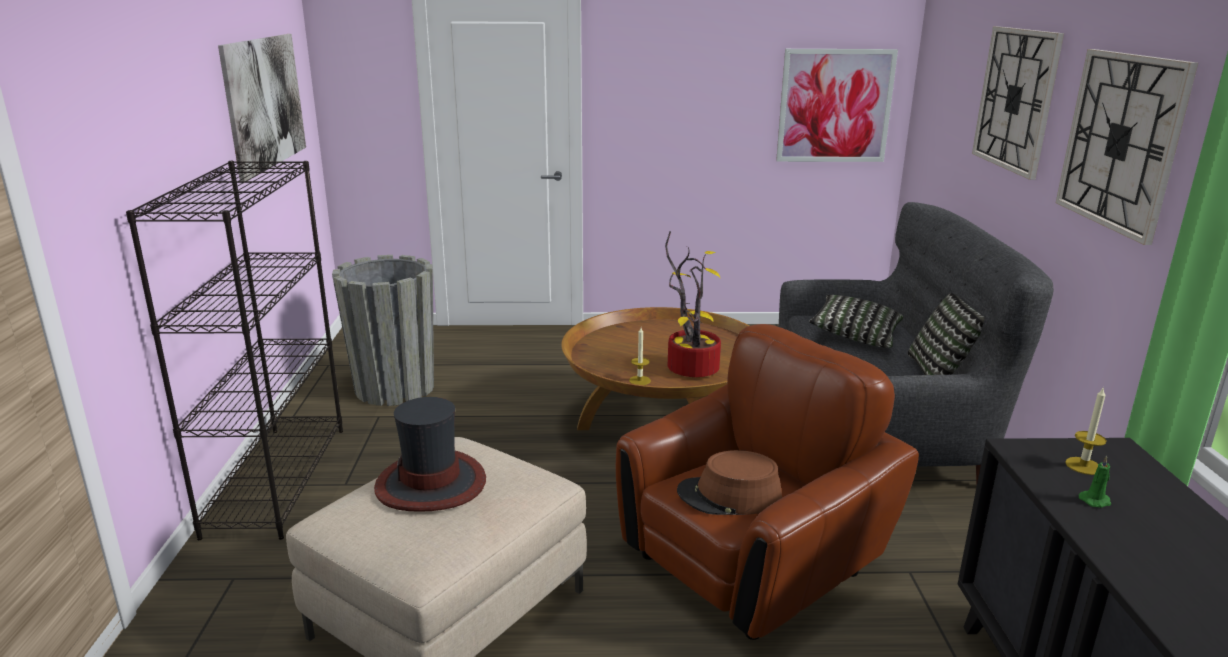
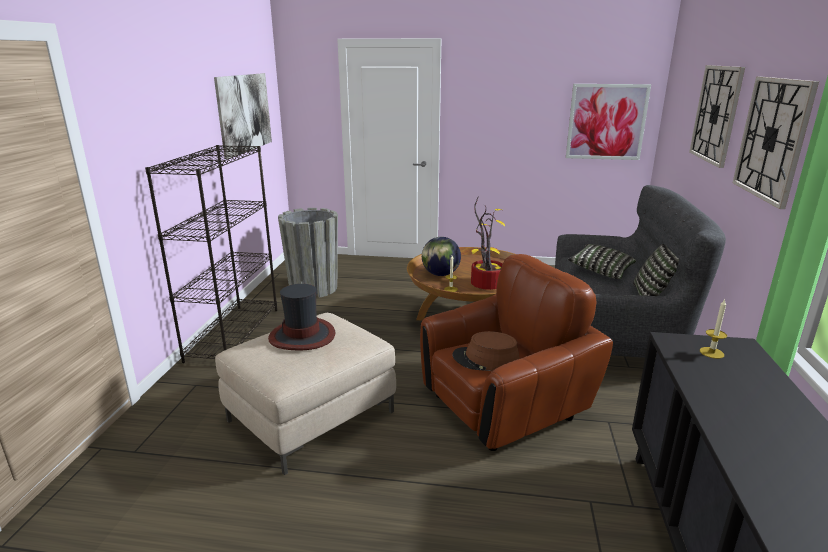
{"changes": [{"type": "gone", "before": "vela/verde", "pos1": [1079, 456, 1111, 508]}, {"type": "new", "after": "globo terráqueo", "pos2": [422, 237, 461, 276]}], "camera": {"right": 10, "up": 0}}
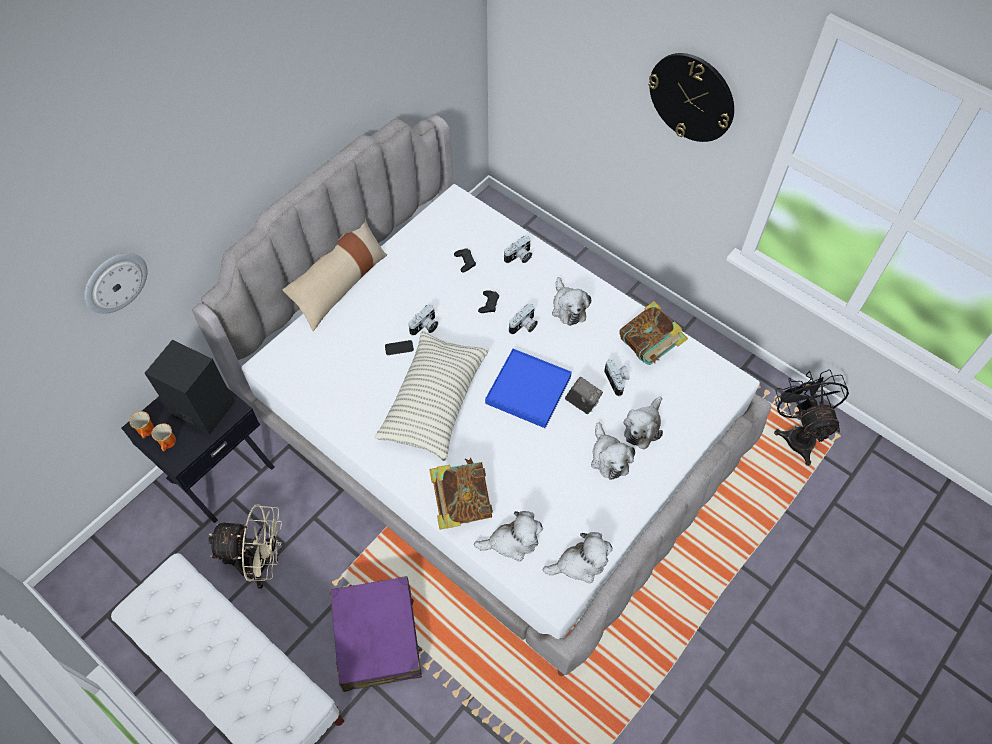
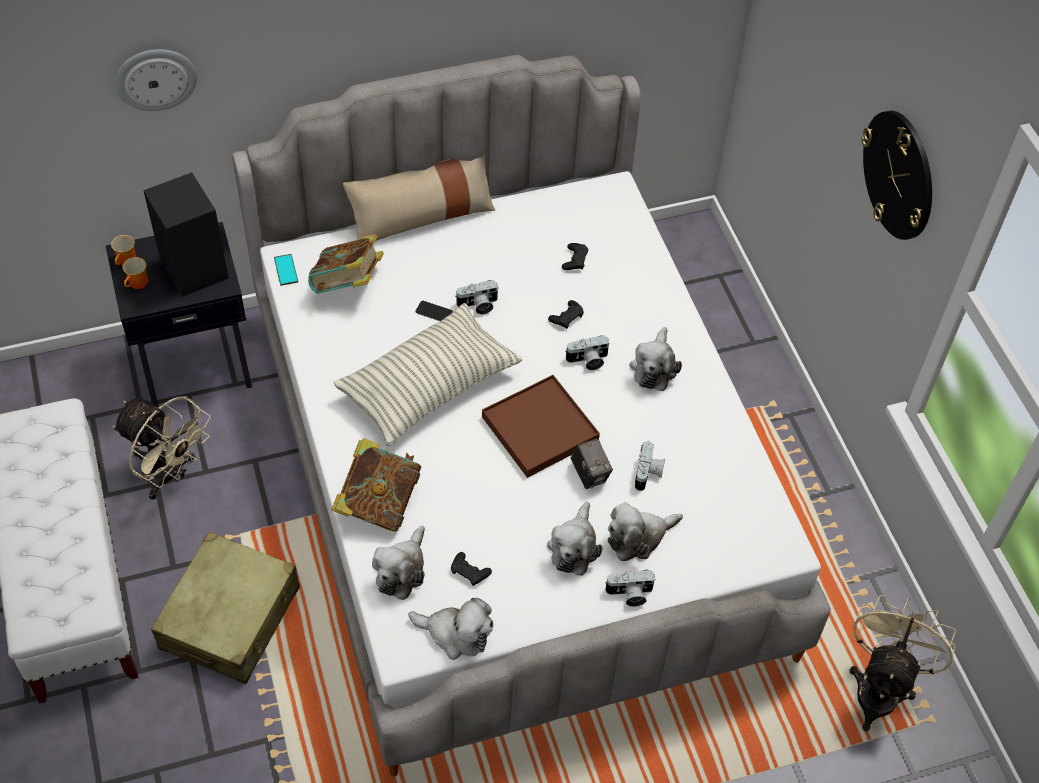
{"changes": [{"type": "repainted", "before": "maleta/morado", "after": "maleta/beis", "pos1": [330, 576, 422, 692], "pos2": [151, 532, 300, 684]}, {"type": "rotated", "before": "peluche", "pos1": [474, 511, 543, 561], "pos2": [372, 526, 425, 600], "turn": 90}, {"type": "repainted", "before": "bandeja/azul", "after": "bandeja/marrón", "pos1": [485, 349, 572, 428], "pos2": [482, 375, 600, 478]}, {"type": "shifted", "before": "cámara", "pos1": [504, 236, 532, 263], "pos2": [605, 570, 656, 607]}, {"type": "shifted", "before": "libro", "pos1": [620, 301, 688, 365], "pos2": [308, 234, 384, 293]}, {"type": "repainted", "before": "ventilador/negro", "after": "ventilador/beis", "pos1": [774, 369, 849, 466], "pos2": [849, 595, 956, 732]}, {"type": "new", "after": "móvil", "pos2": [274, 254, 298, 286]}, {"type": "new", "after": "mando de consola/negro", "pos2": [451, 552, 492, 586]}], "camera": {"right": 30, "up": -5}}
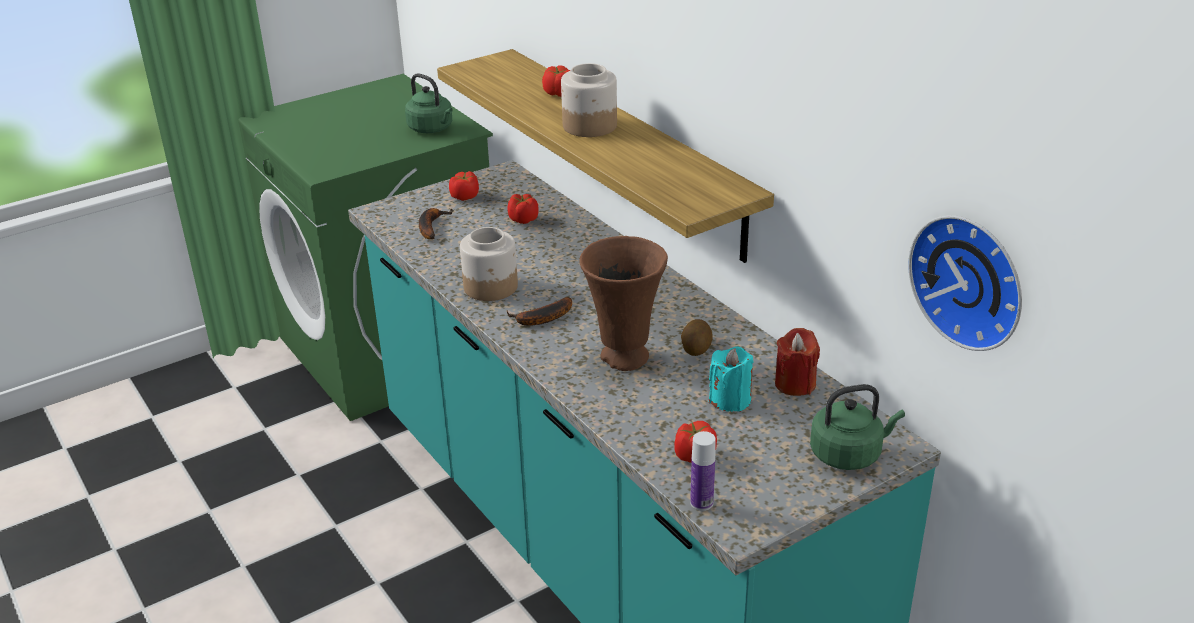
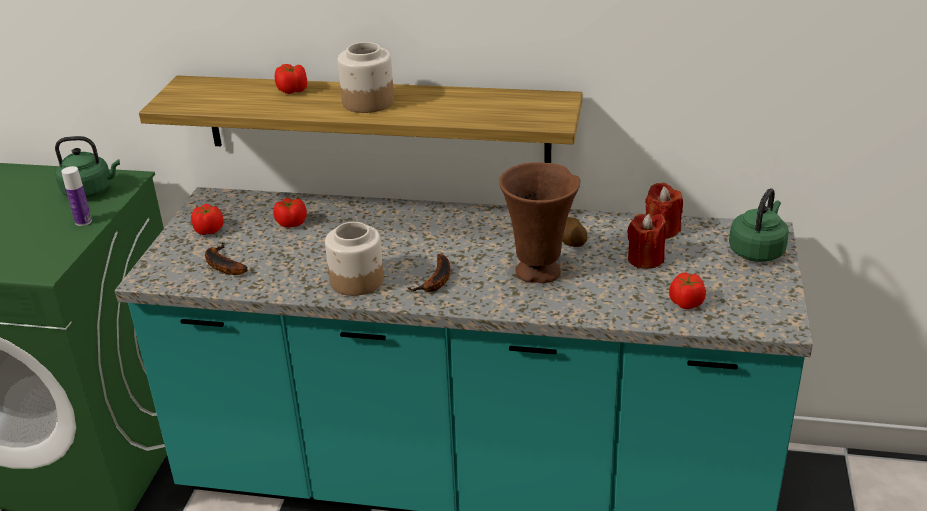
{"changes": [{"type": "shifted", "before": "botella", "pos1": [690, 431, 716, 511], "pos2": [61, 166, 92, 226]}, {"type": "repainted", "before": "vela/turquesa", "after": "vela/rojo", "pos1": [709, 346, 754, 412], "pos2": [627, 214, 666, 269]}, {"type": "gone", "before": "reloj de pared", "pos1": [909, 215, 1022, 351]}], "camera": {"right": -45, "up": 0}}
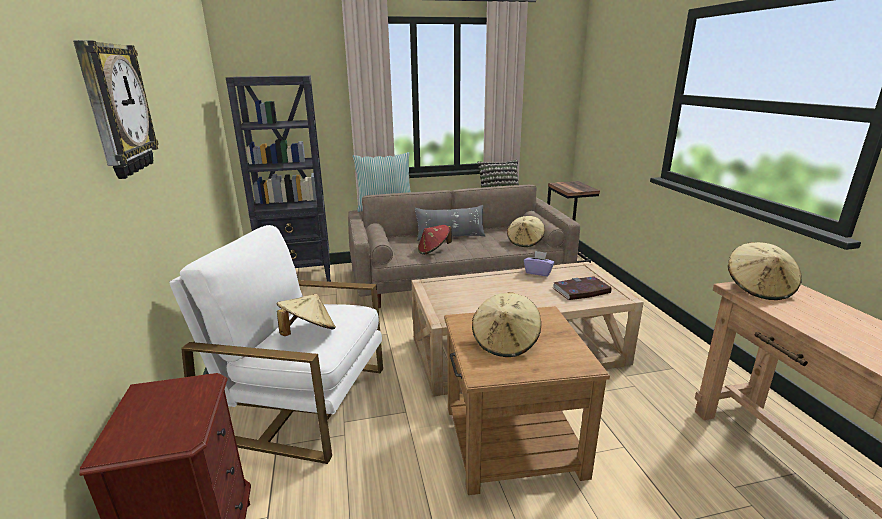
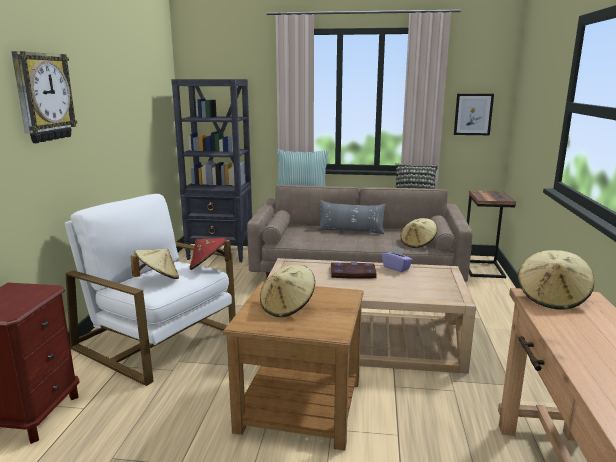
{"changes": [{"type": "shifted", "before": "sombrero/rojo", "pos1": [418, 225, 452, 255], "pos2": [189, 238, 231, 270]}, {"type": "shifted", "before": "libro", "pos1": [553, 276, 612, 300], "pos2": [329, 262, 377, 279]}, {"type": "new", "after": "cuadro", "pos2": [454, 94, 494, 135]}], "camera": {"right": 20, "up": -5}}
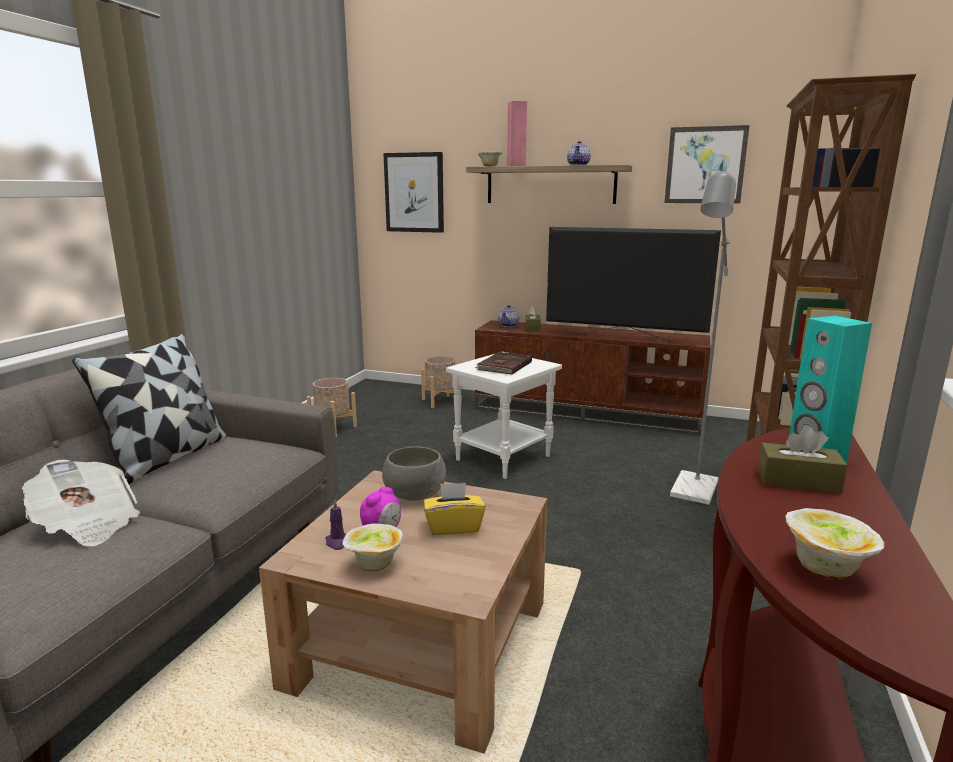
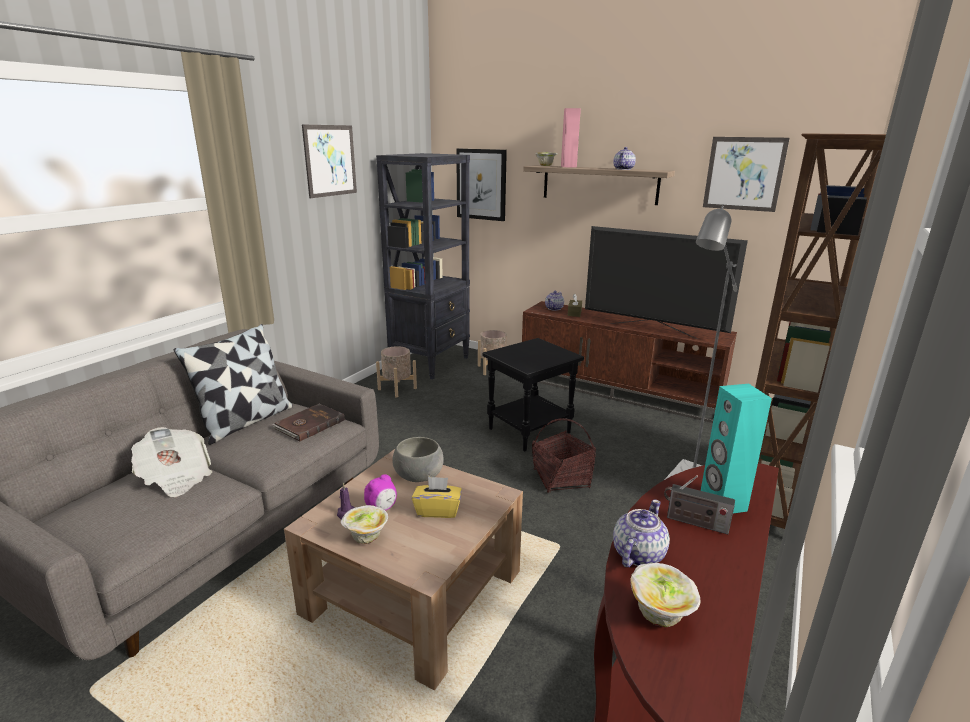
{"changes": [{"type": "repainted", "before": "mesa auxiliar/blanco", "after": "mesa auxiliar/negro", "pos1": [446, 352, 562, 479], "pos2": [483, 338, 584, 451]}, {"type": "shifted", "before": "libro/marrón", "pos1": [474, 352, 532, 375], "pos2": [272, 404, 345, 441]}, {"type": "swapped", "before": "caja de pañuelos/marrón", "after": "radio", "pos1": [758, 426, 847, 494], "pos2": [664, 475, 735, 535]}, {"type": "new", "after": "cuadro", "pos2": [302, 125, 357, 198]}, {"type": "new", "after": "estantería/negro", "pos2": [376, 153, 470, 380]}, {"type": "new", "after": "cesta", "pos2": [532, 418, 596, 493]}, {"type": "new", "after": "tetera", "pos2": [613, 500, 670, 567]}], "camera": {"right": 10, "up": 5}}
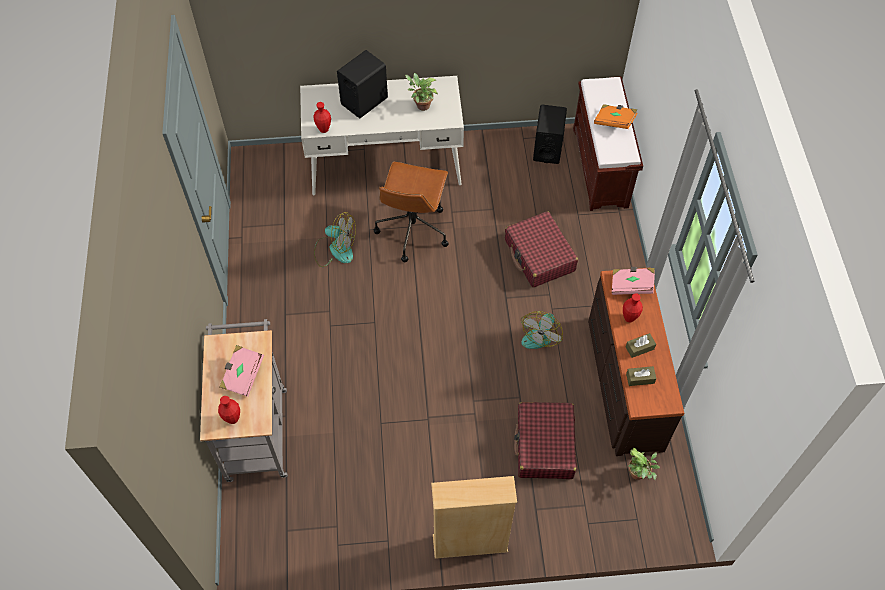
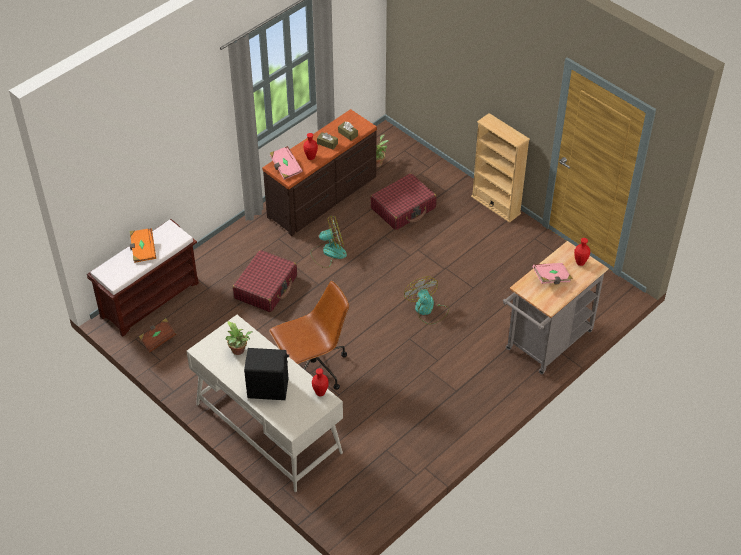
{"changes": [{"type": "shifted", "before": "ventilador", "pos1": [314, 212, 356, 267], "pos2": [404, 276, 449, 324]}, {"type": "swapped", "before": "altavoz/negro", "after": "libro/marrón", "pos1": [533, 105, 567, 164], "pos2": [139, 318, 176, 353]}], "camera": {"right": -130, "up": -10}}
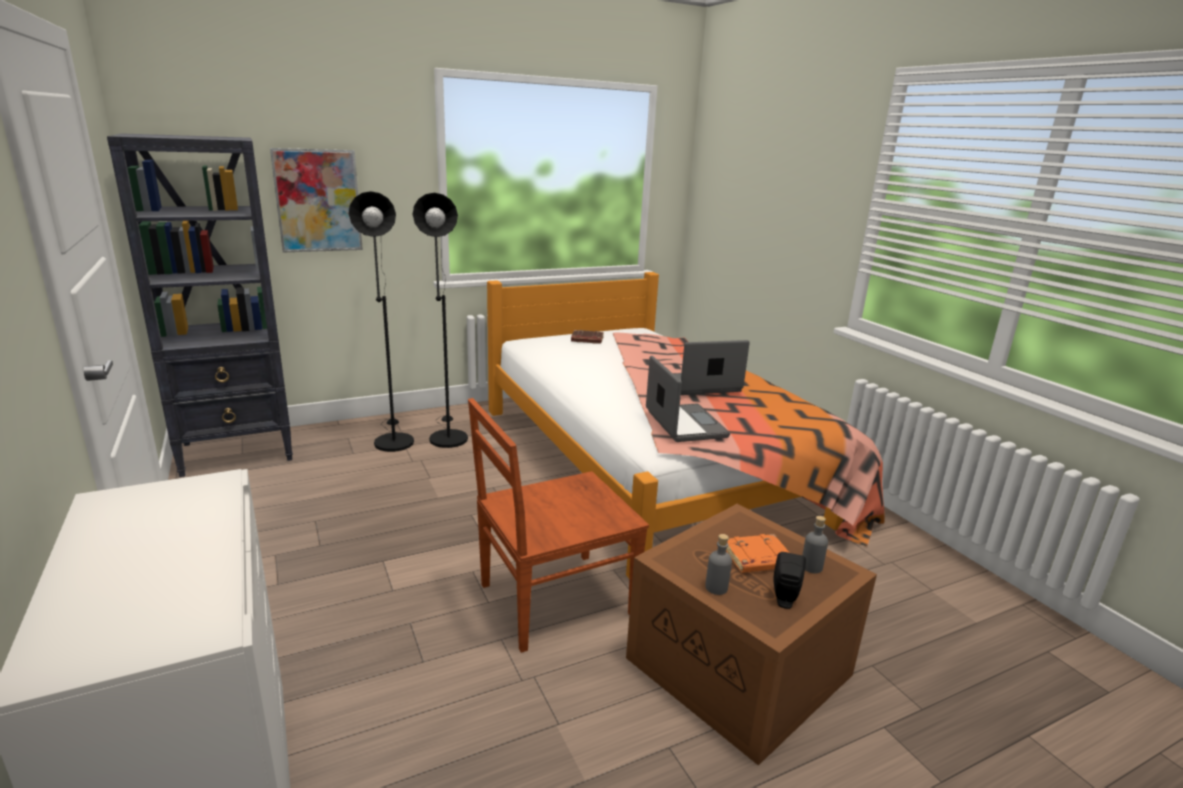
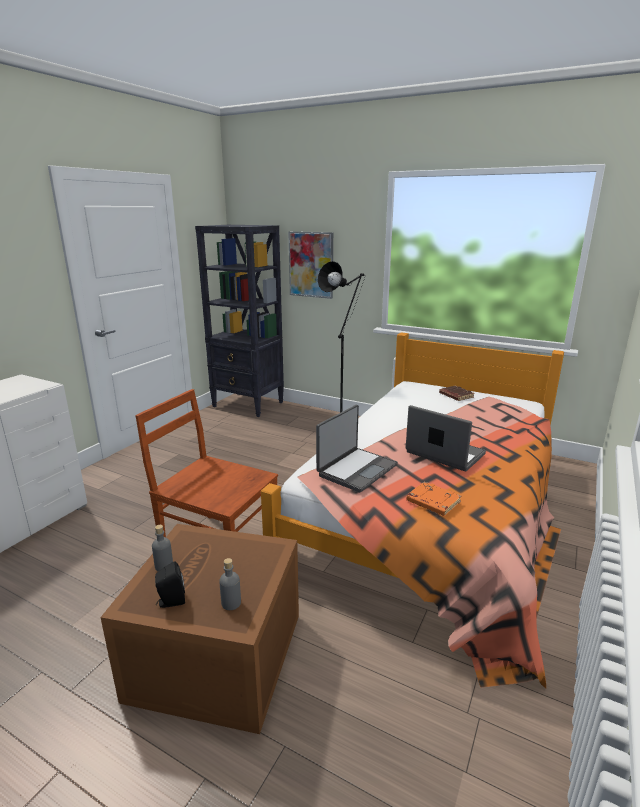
{"changes": [{"type": "gone", "before": "lámpara de pie/negro", "pos1": [349, 191, 414, 452]}, {"type": "shifted", "before": "libro/naranja", "pos1": [726, 534, 789, 573], "pos2": [406, 481, 462, 516]}], "camera": {"right": 55, "up": 0}}
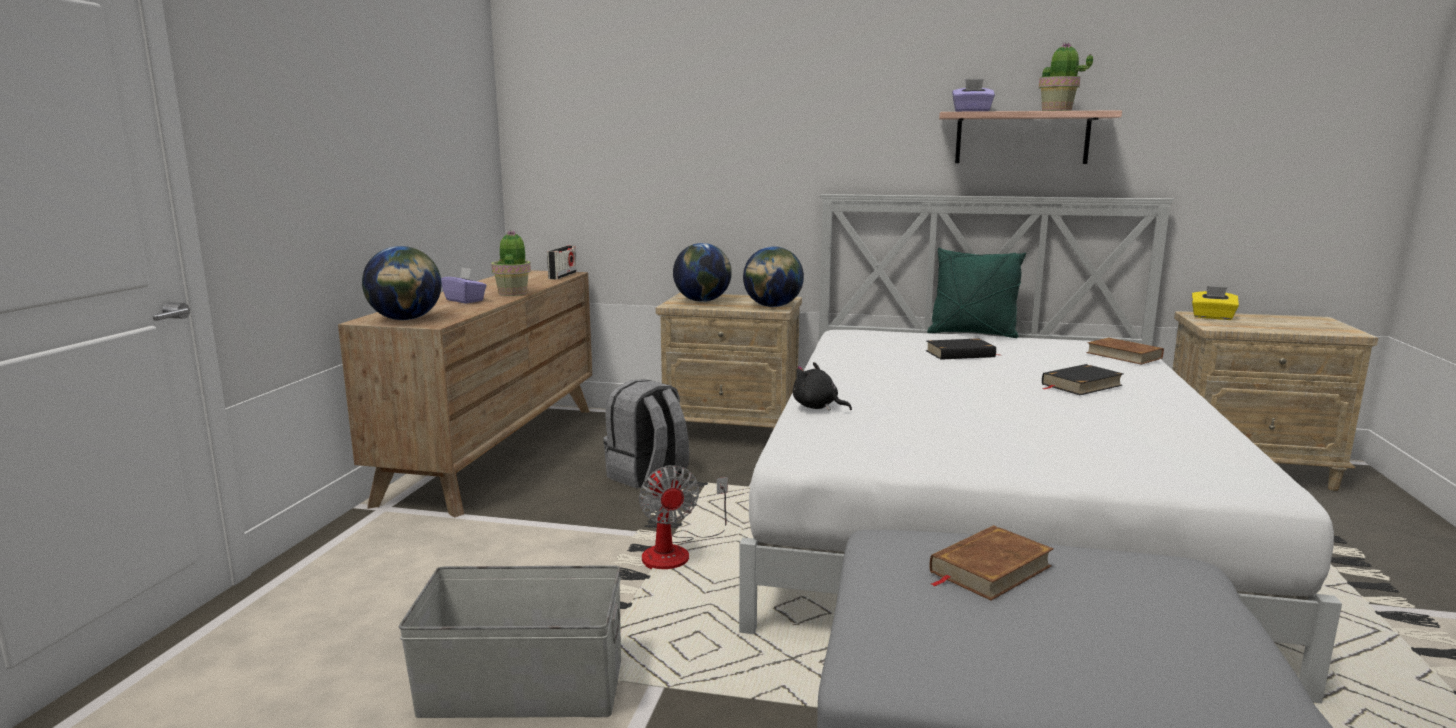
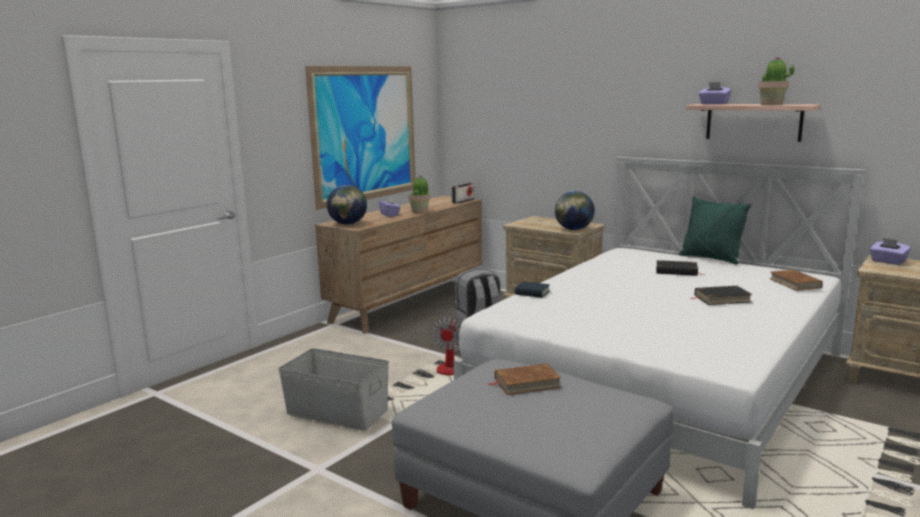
{"changes": [{"type": "gone", "before": "globo terráqueo", "pos1": [673, 243, 732, 302]}, {"type": "swapped", "before": "peluche/negro", "after": "libro", "pos1": [792, 362, 852, 411], "pos2": [515, 282, 550, 298]}, {"type": "repainted", "before": "caja de pañuelos/amarillo", "after": "caja de pañuelos/morado", "pos1": [1191, 286, 1239, 320], "pos2": [870, 238, 911, 265]}, {"type": "new", "after": "cuadro", "pos2": [305, 66, 415, 210]}], "camera": {"right": 25, "up": 0}}
